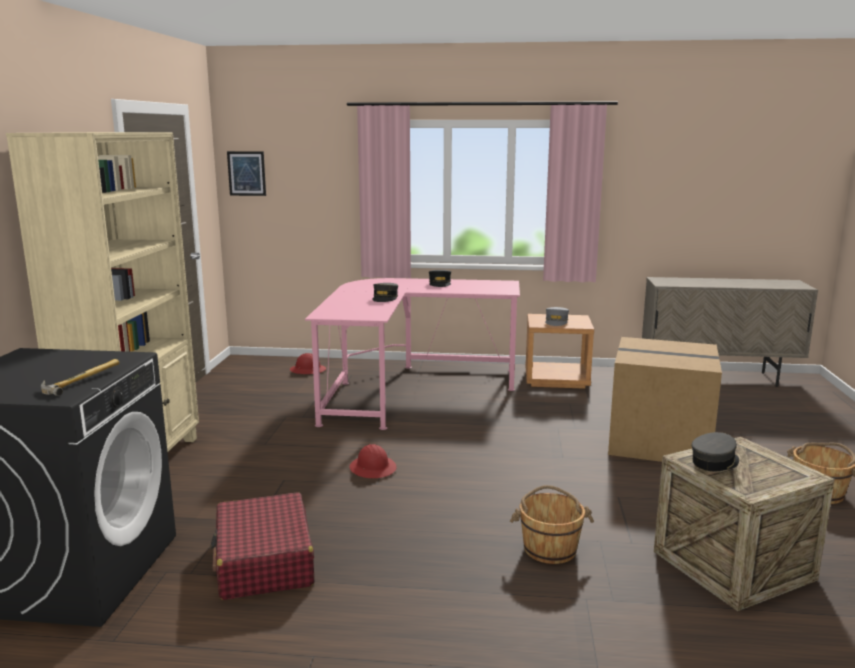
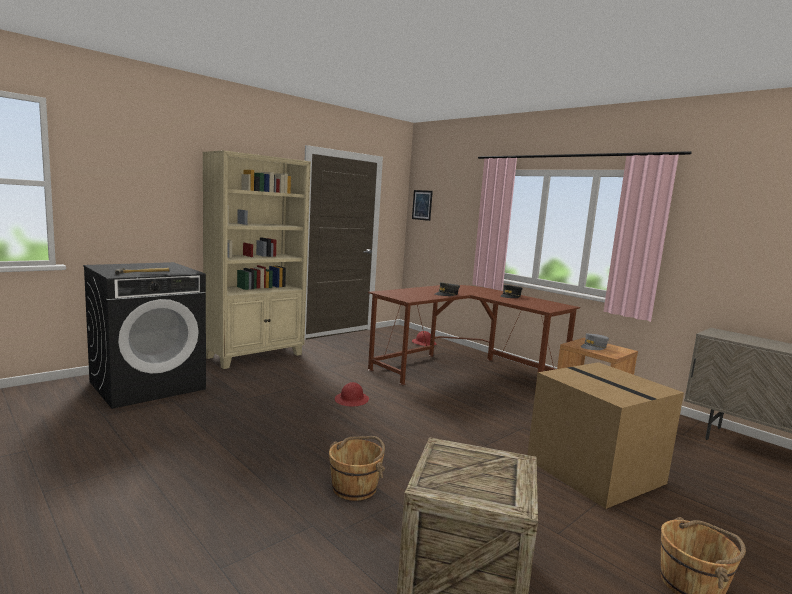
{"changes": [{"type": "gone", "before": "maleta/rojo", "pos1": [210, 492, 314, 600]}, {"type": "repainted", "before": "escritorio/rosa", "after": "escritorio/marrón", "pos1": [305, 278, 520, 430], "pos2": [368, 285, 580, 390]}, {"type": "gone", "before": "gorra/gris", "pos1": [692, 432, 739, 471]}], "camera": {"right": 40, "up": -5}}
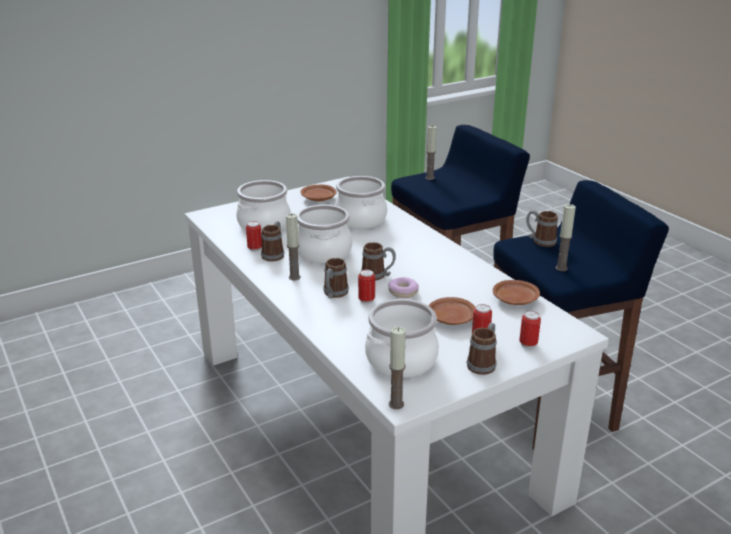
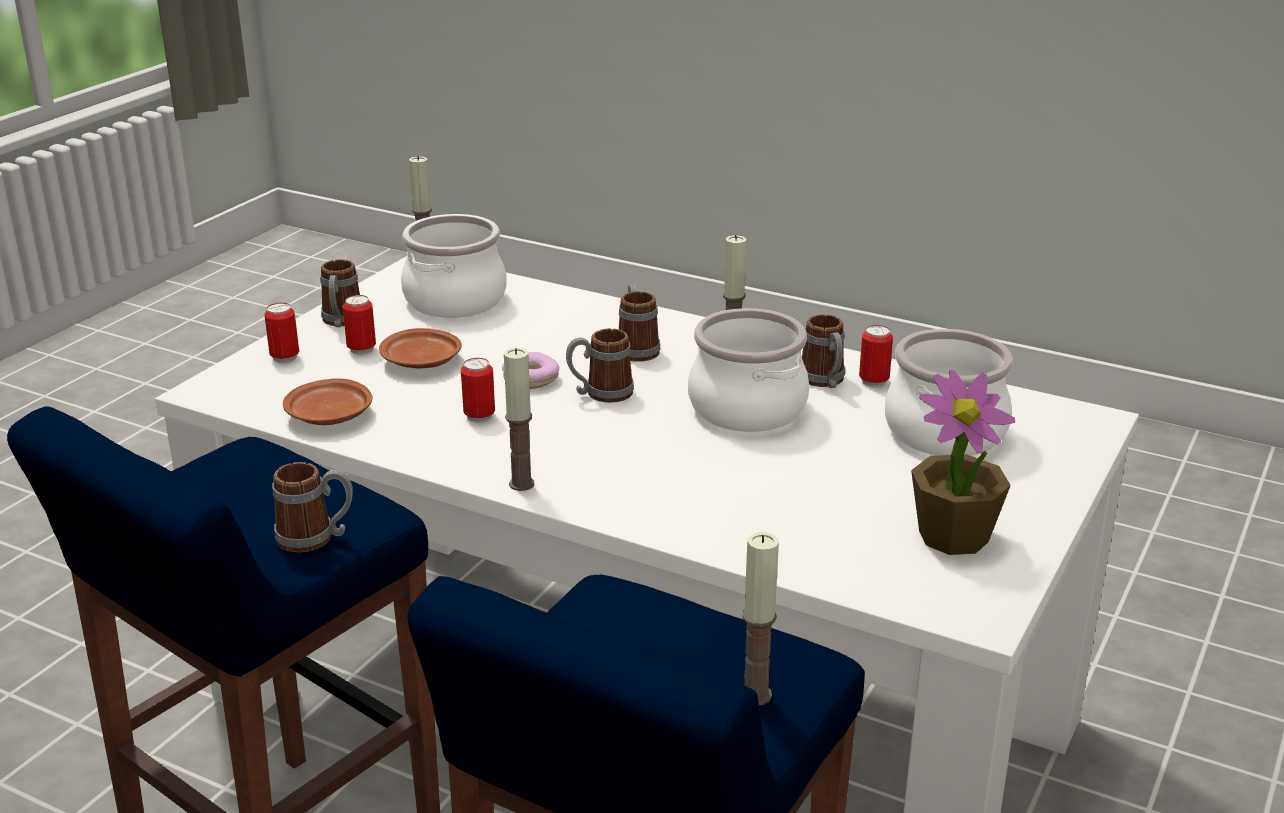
{"changes": [{"type": "swapped", "before": "plato/marrón", "after": "planta en maceta", "pos1": [300, 185, 337, 202], "pos2": [911, 370, 1015, 555]}, {"type": "gone", "before": "olla", "pos1": [335, 176, 387, 229]}, {"type": "shifted", "before": "lata", "pos1": [358, 269, 375, 304], "pos2": [461, 358, 495, 423]}, {"type": "shifted", "before": "vela", "pos1": [556, 204, 576, 271], "pos2": [504, 348, 534, 491]}], "camera": {"right": 150, "up": 0}}
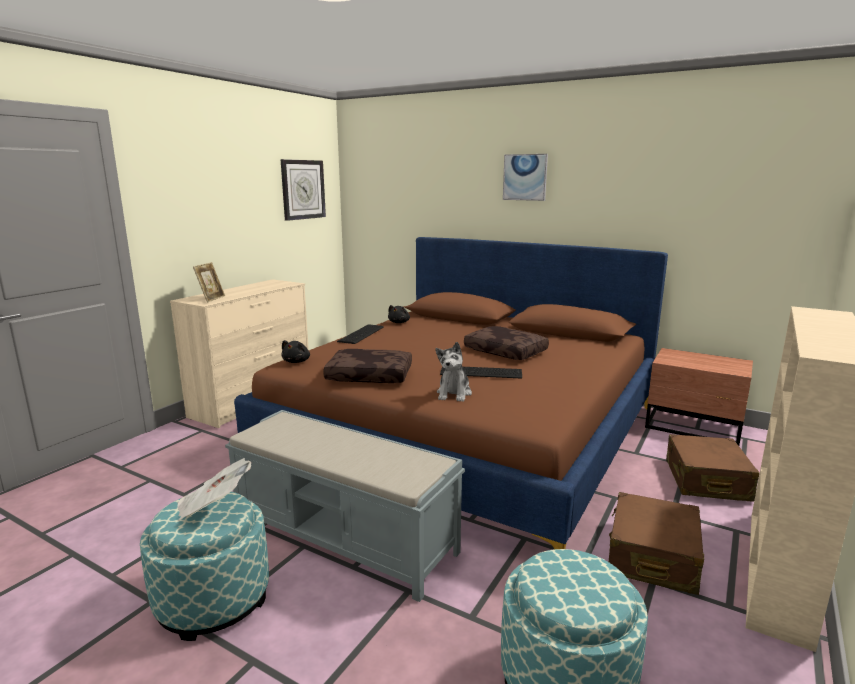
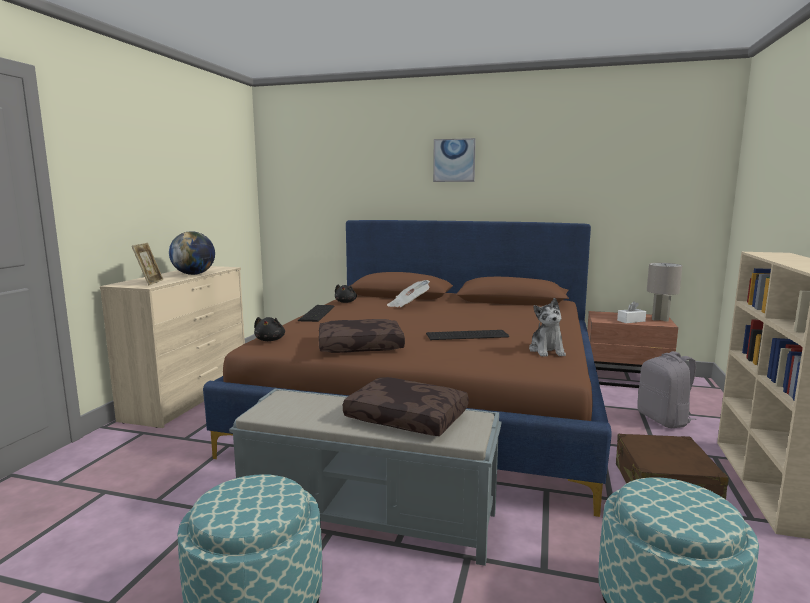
{"changes": [{"type": "shifted", "before": "periódico", "pos1": [177, 458, 251, 521], "pos2": [387, 280, 430, 307]}, {"type": "gone", "before": "reloj de pared", "pos1": [281, 159, 326, 221]}, {"type": "shifted", "before": "peluche", "pos1": [435, 342, 472, 402], "pos2": [529, 298, 566, 357]}, {"type": "shifted", "before": "cojín/marrón", "pos1": [464, 326, 549, 360], "pos2": [343, 377, 469, 436]}, {"type": "swapped", "before": "maleta/marrón", "after": "mochila/gris", "pos1": [666, 434, 759, 502], "pos2": [637, 351, 696, 428]}, {"type": "new", "after": "globo terráqueo", "pos2": [169, 231, 215, 275]}, {"type": "new", "after": "caja de pañuelos/blanco", "pos2": [617, 301, 646, 323]}, {"type": "new", "after": "lámpara de mesa/gris", "pos2": [647, 263, 682, 322]}], "camera": {"right": -15, "up": -5}}
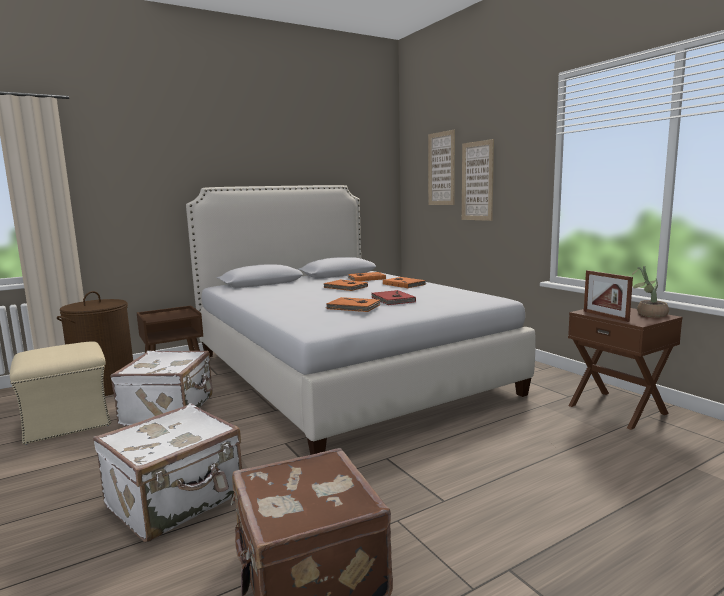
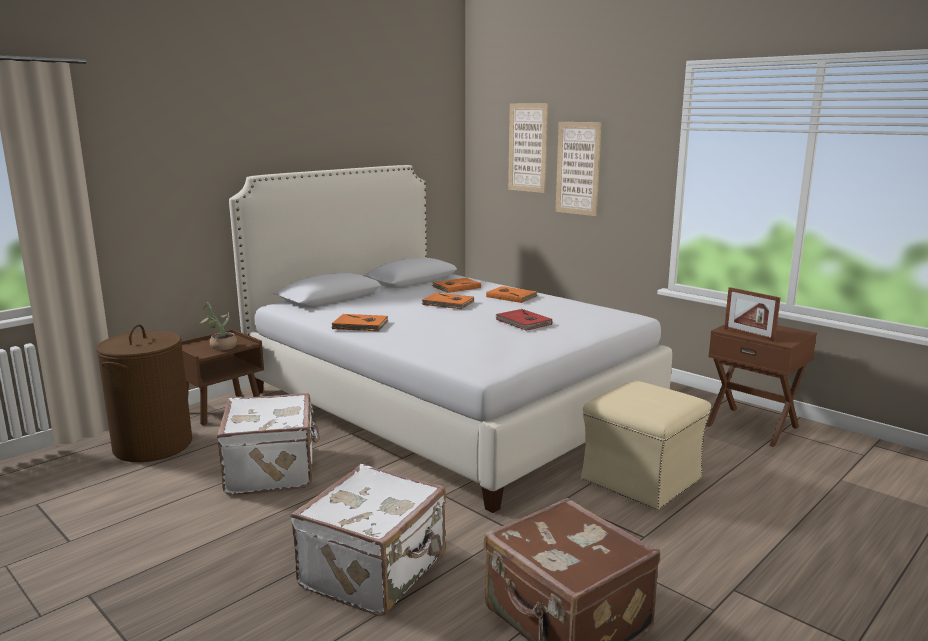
{"changes": [{"type": "shifted", "before": "puf/beis", "pos1": [10, 341, 111, 445], "pos2": [581, 380, 711, 511]}, {"type": "shifted", "before": "libro/naranja", "pos1": [326, 297, 381, 312], "pos2": [331, 314, 389, 331]}, {"type": "shifted", "before": "planta en maceta", "pos1": [632, 266, 669, 317], "pos2": [201, 302, 237, 350]}], "camera": {"right": -15, "up": 5}}
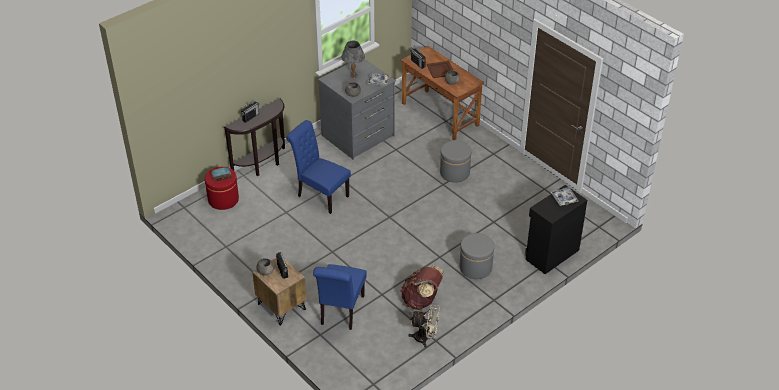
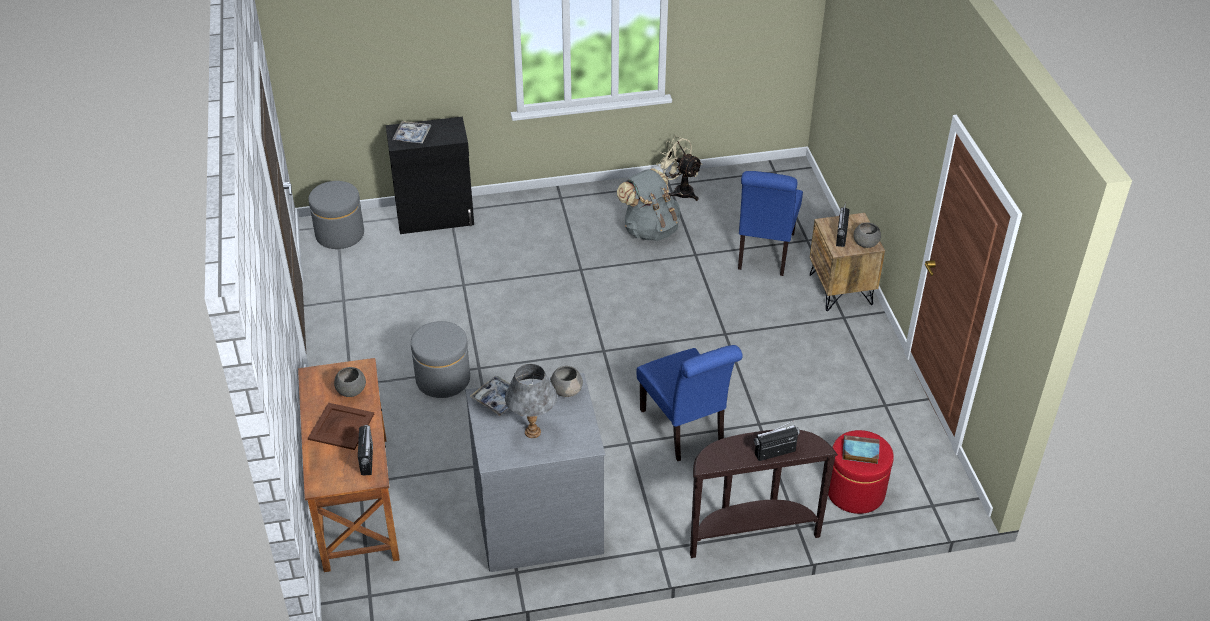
{"changes": [{"type": "rotated", "before": "silla/azul", "pos1": [313, 264, 367, 330], "pos2": [738, 171, 803, 276], "turn": 150}, {"type": "repainted", "before": "mochila/marrón", "after": "mochila/gris", "pos1": [401, 266, 444, 310], "pos2": [617, 168, 680, 241]}, {"type": "shifted", "before": "puf/gris", "pos1": [459, 233, 494, 279], "pos2": [308, 181, 364, 249]}], "camera": {"right": -150, "up": 0}}
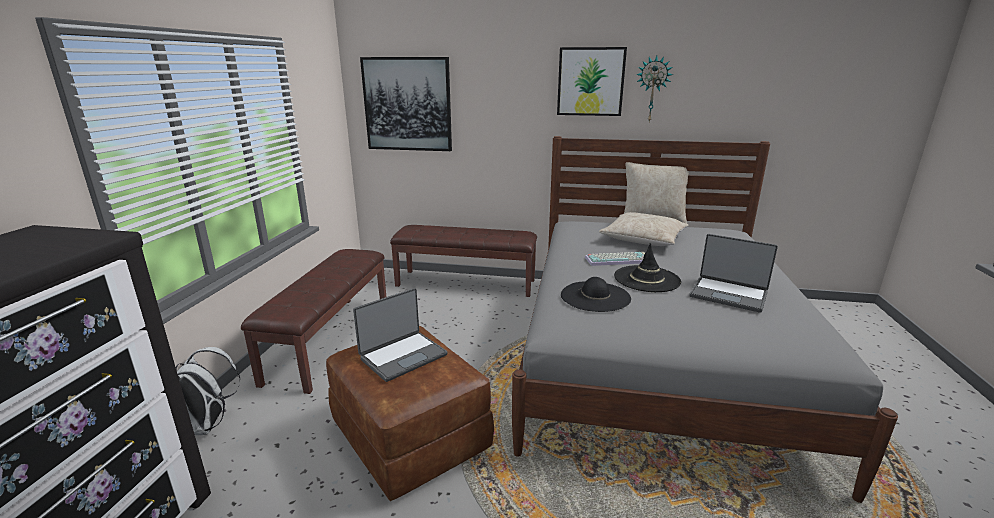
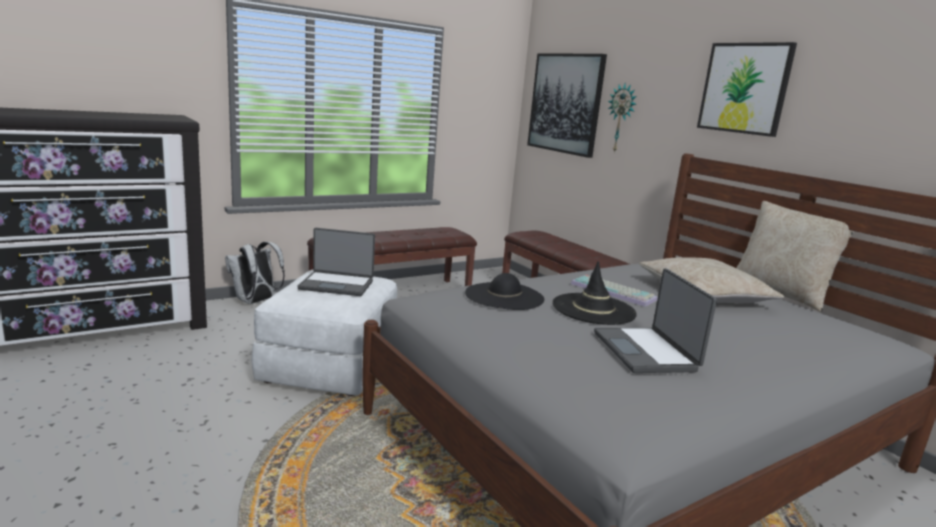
{"changes": [{"type": "repainted", "before": "puf/marrón", "after": "puf/blanco", "pos1": [326, 326, 494, 501], "pos2": [252, 270, 397, 396]}, {"type": "shifted", "before": "reloj de pared", "pos1": [636, 56, 673, 122], "pos2": [608, 84, 637, 153]}], "camera": {"right": 45, "up": -5}}
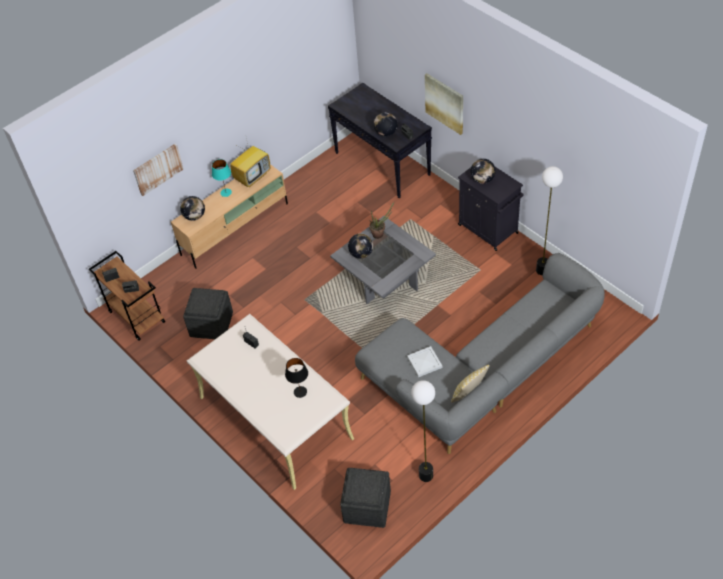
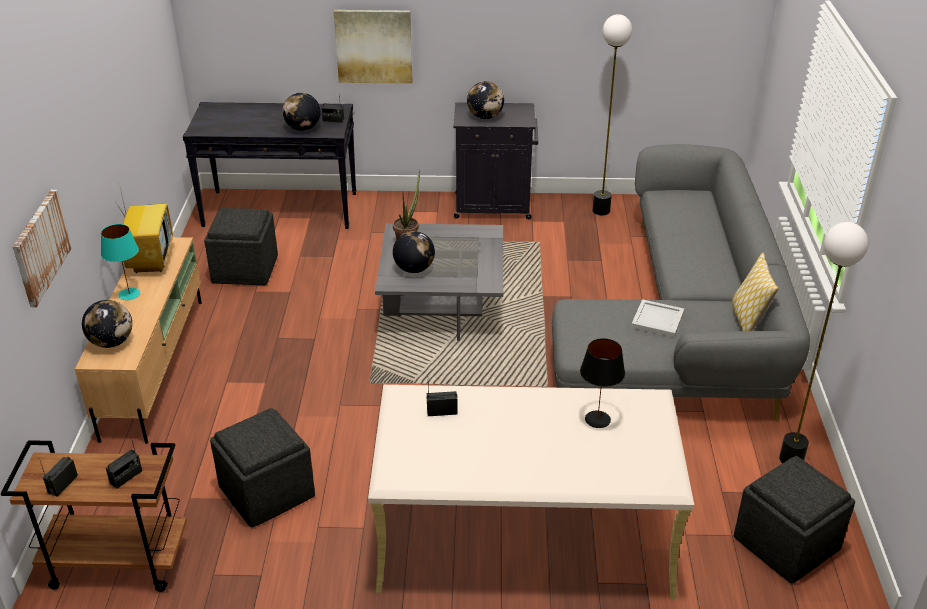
{"changes": [{"type": "new", "after": "puf/gris", "pos2": [204, 208, 278, 285]}], "camera": {"right": -50, "up": -15}}
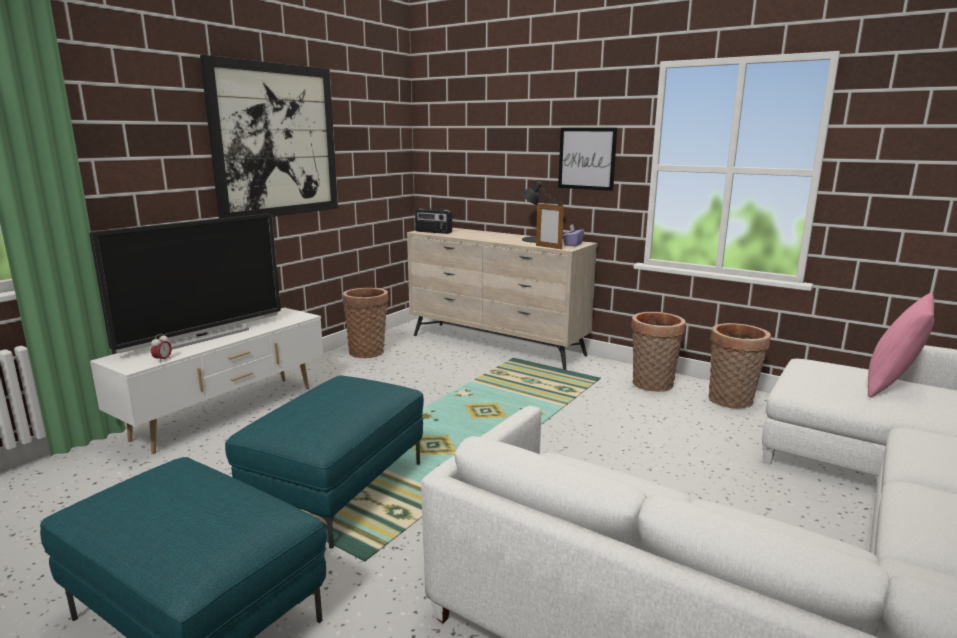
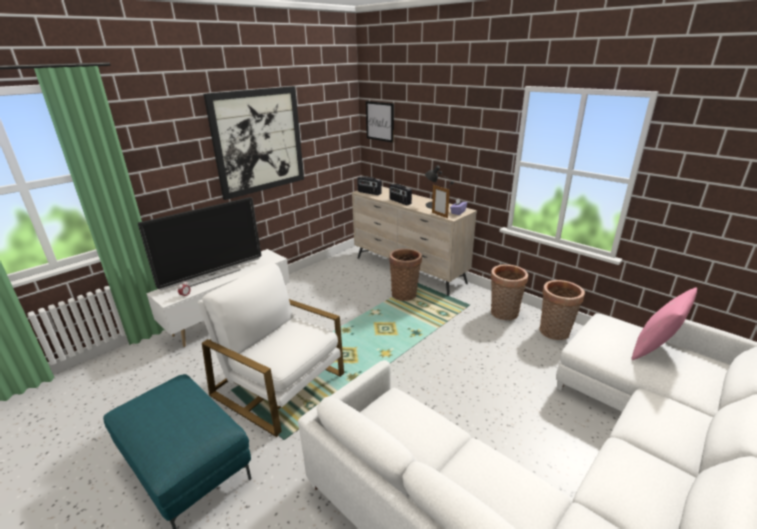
{"changes": [{"type": "swapped", "before": "puf/turquesa", "after": "sillón/blanco", "pos1": [225, 376, 424, 549], "pos2": [197, 263, 344, 437]}, {"type": "shifted", "before": "cesta", "pos1": [343, 288, 388, 358], "pos2": [389, 249, 422, 301]}, {"type": "shifted", "before": "cuadro", "pos1": [558, 128, 617, 191], "pos2": [366, 101, 394, 143]}, {"type": "new", "after": "radio", "pos2": [390, 183, 412, 205]}], "camera": {"right": 10, "up": 10}}
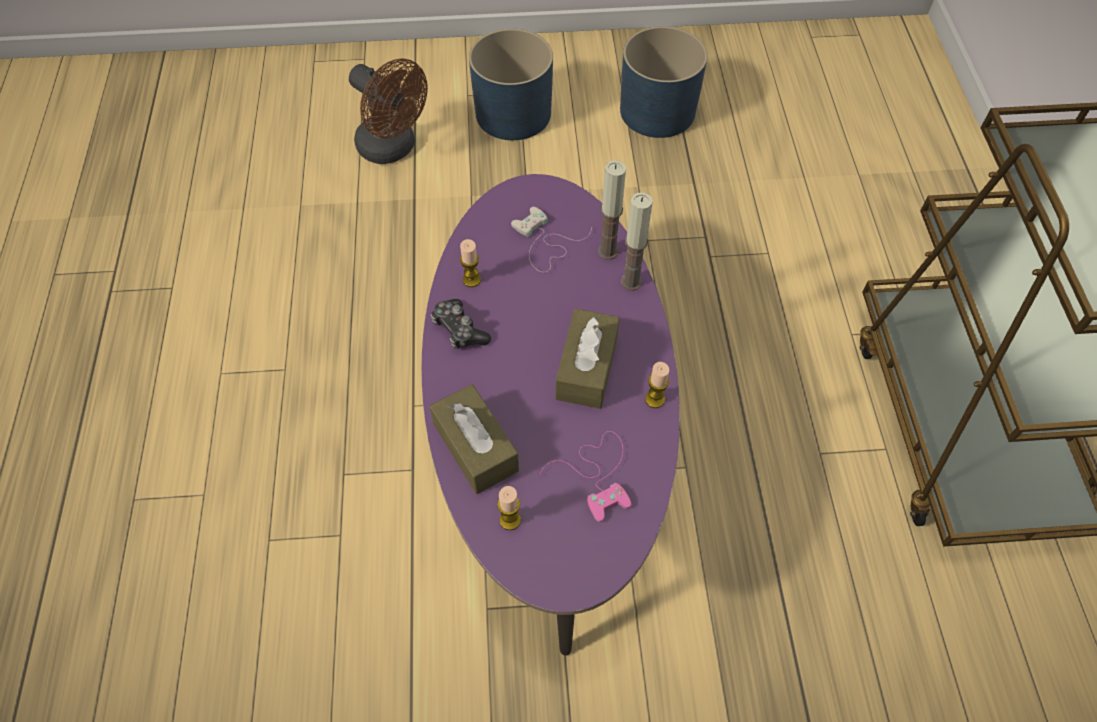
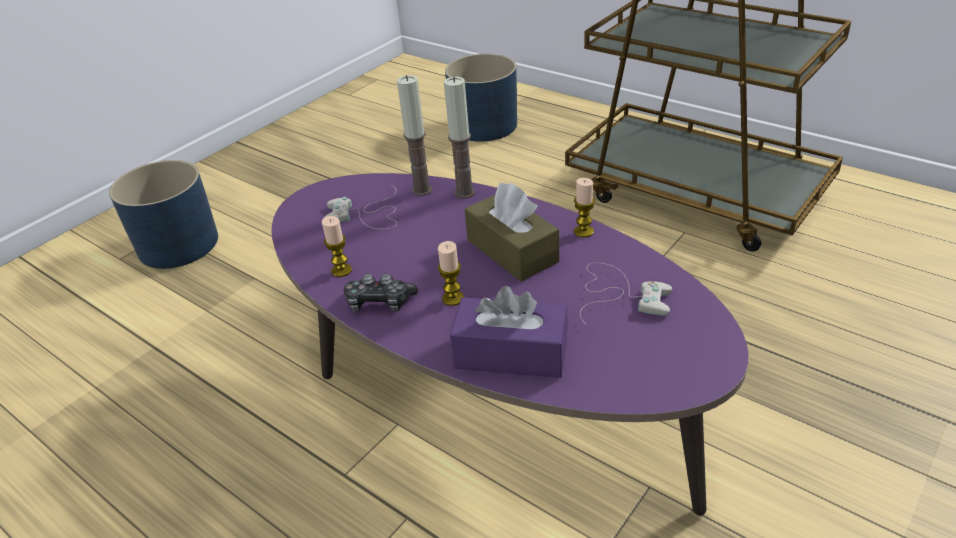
{"changes": [{"type": "gone", "before": "ventilador/marrón", "pos1": [349, 58, 428, 164]}, {"type": "repainted", "before": "caja de pañuelos/marrón", "after": "caja de pañuelos/morado", "pos1": [430, 384, 519, 494], "pos2": [450, 286, 568, 378]}, {"type": "shifted", "before": "vela", "pos1": [497, 486, 521, 530], "pos2": [438, 241, 464, 306]}, {"type": "repainted", "before": "mando de consola/rosa", "after": "mando de consola/blanco", "pos1": [540, 431, 632, 522], "pos2": [580, 263, 672, 324]}, {"type": "shifted", "before": "maceta/azul", "pos1": [620, 26, 707, 138], "pos2": [445, 54, 517, 142]}], "camera": {"right": -45, "up": -20}}
